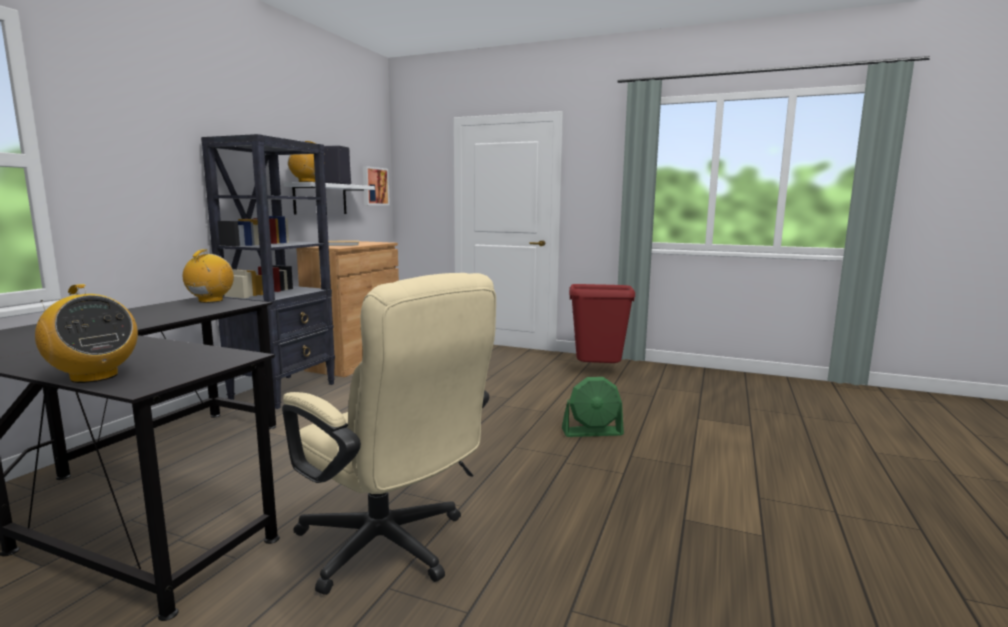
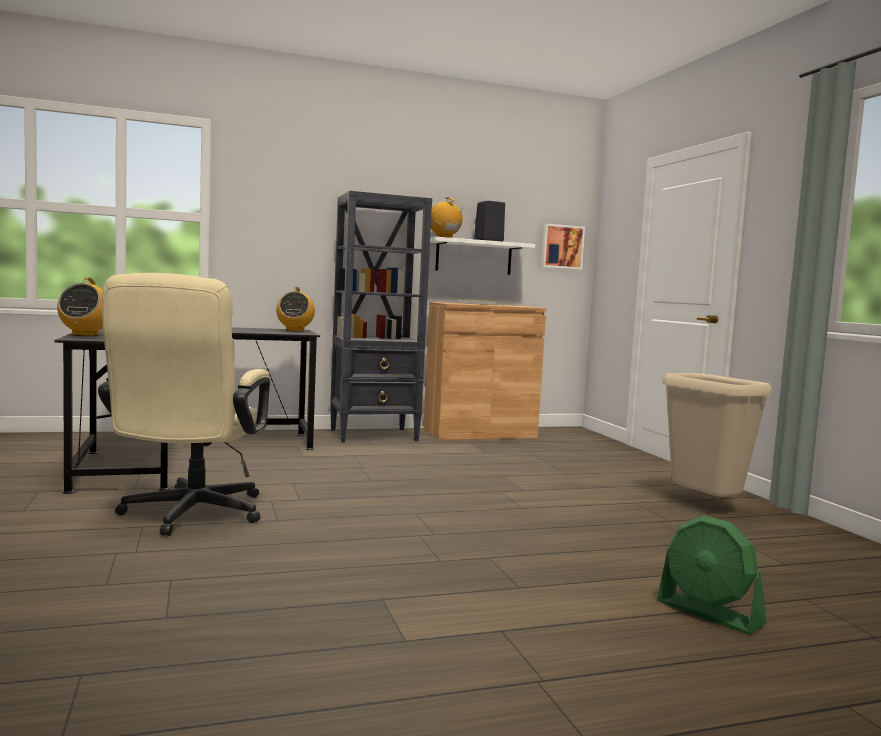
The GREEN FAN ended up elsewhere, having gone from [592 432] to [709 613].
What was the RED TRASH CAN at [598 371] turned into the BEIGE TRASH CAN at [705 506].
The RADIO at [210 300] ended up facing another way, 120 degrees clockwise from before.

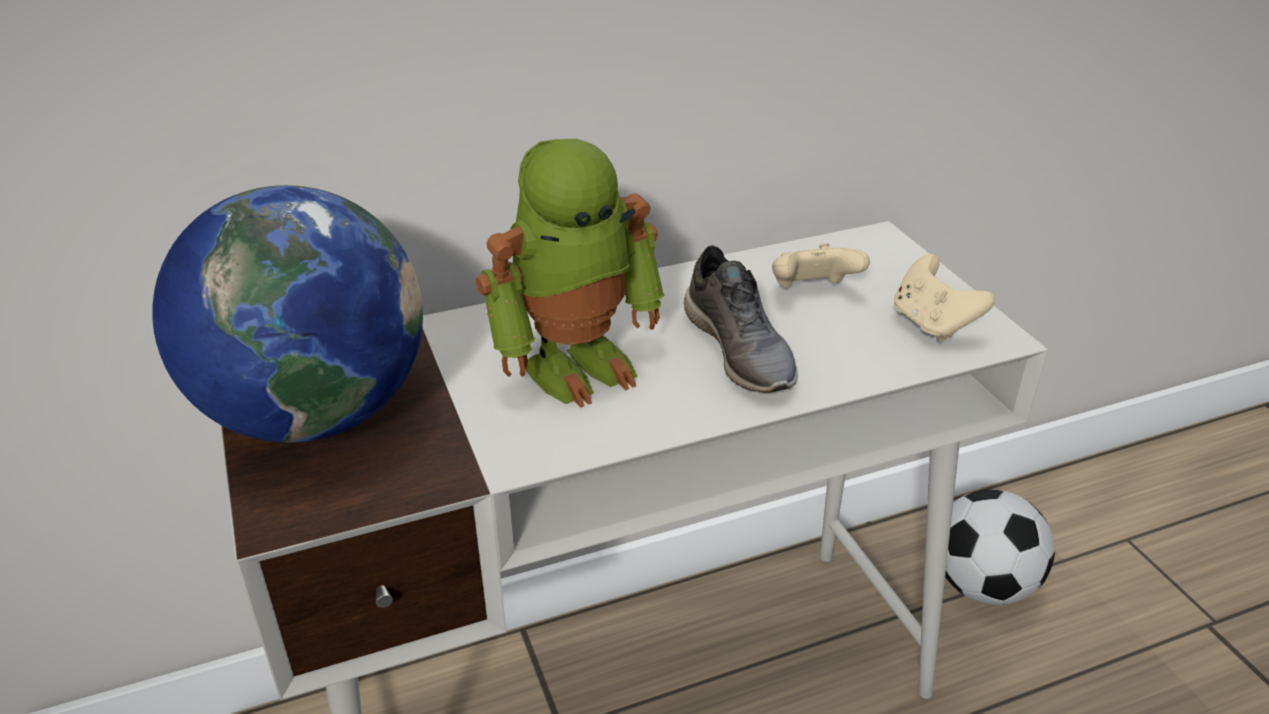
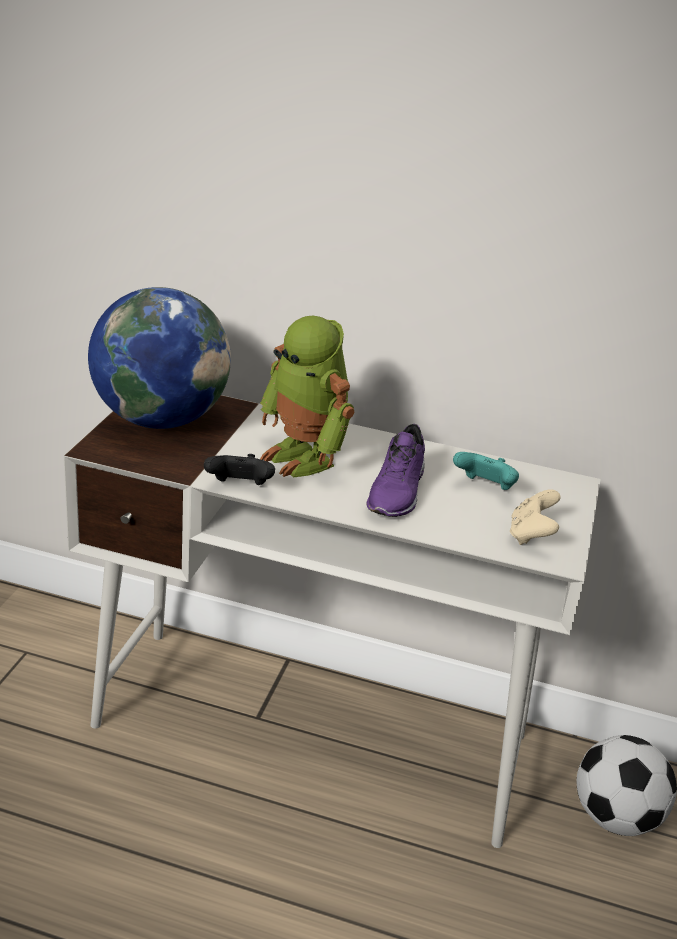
The second view gained the BLACK GAME CONTROLLER at [239 488].
What was the GREY SHOE at [741 349] turned into the PURPLE SHOE at [398 492].
What was the BEIGE GAME CONTROLLER at [812 292] turned into the TURQUOISE GAME CONTROLLER at [484 488].
The TOY ROBOT at [577 363] ended up facing another way, 45 degrees clockwise from before.

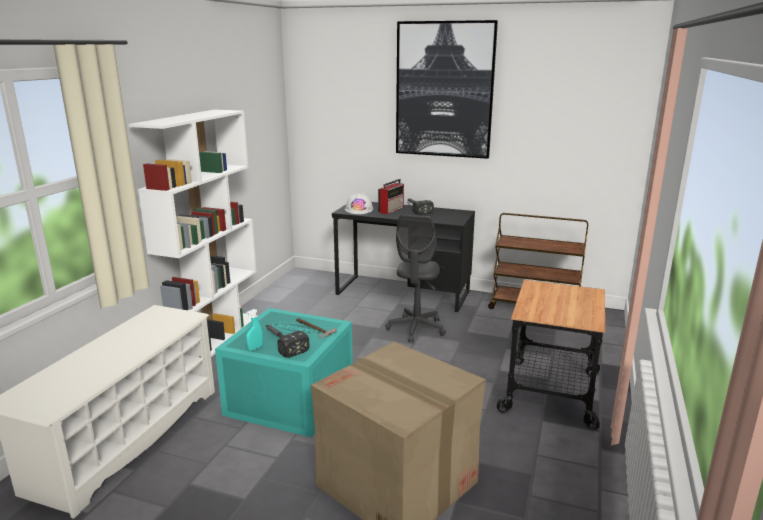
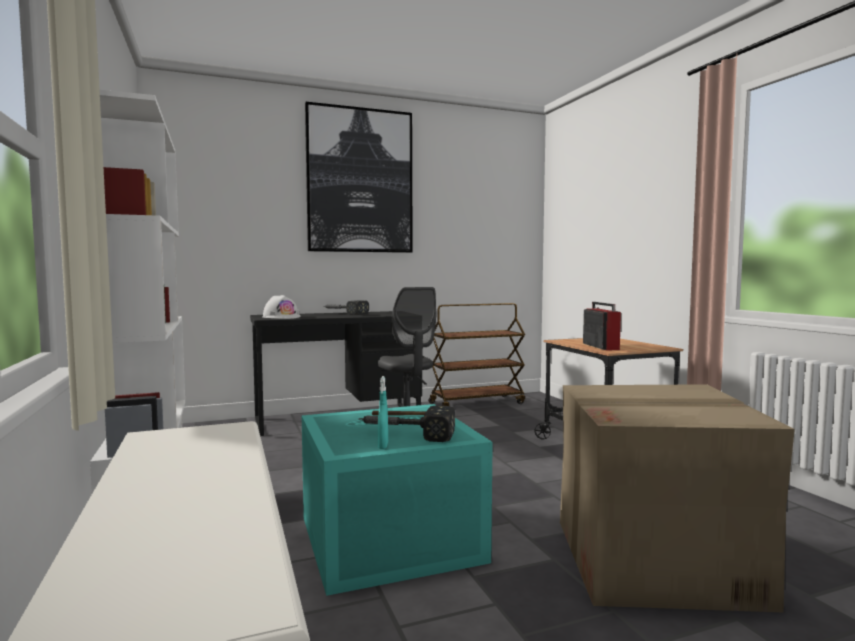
The RADIO ended up elsewhere, having gone from [391 209] to [600 346].

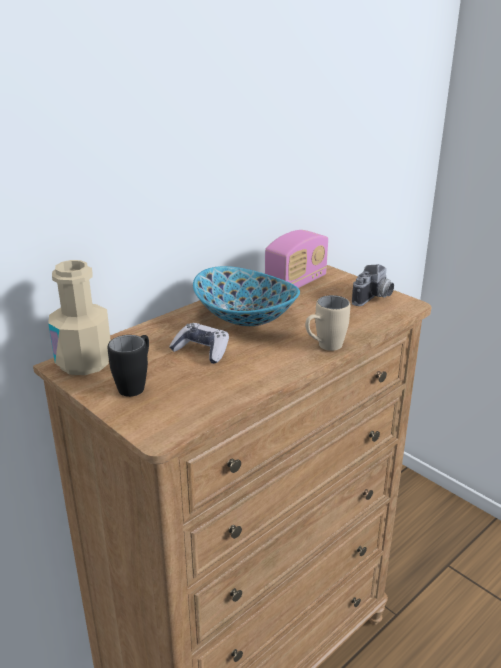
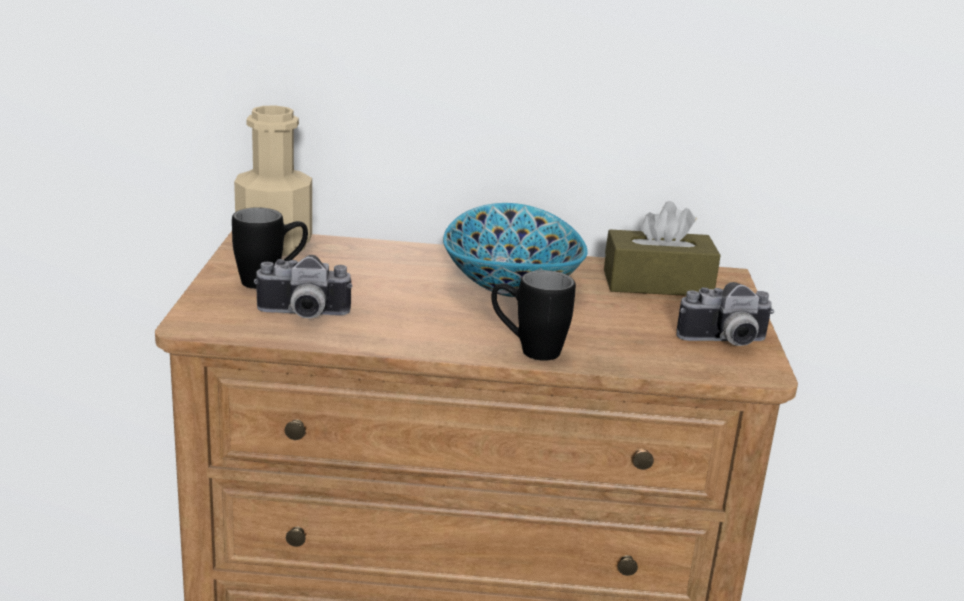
The second view lost the GAME CONTROLLER at [201 350].
The second view gained the PHOTO CAMERA at [302 315].
Where the RADIO stood at [296 283], the BROWN TISSUE BOX came to stand at [657 283].
What was the BEIGE MUG at [324 347] turned into the BLACK MUG at [527 350].

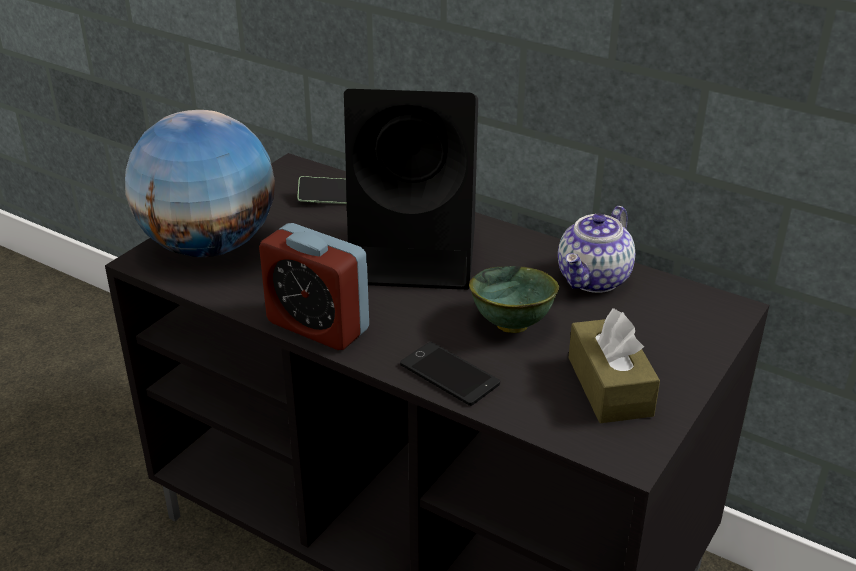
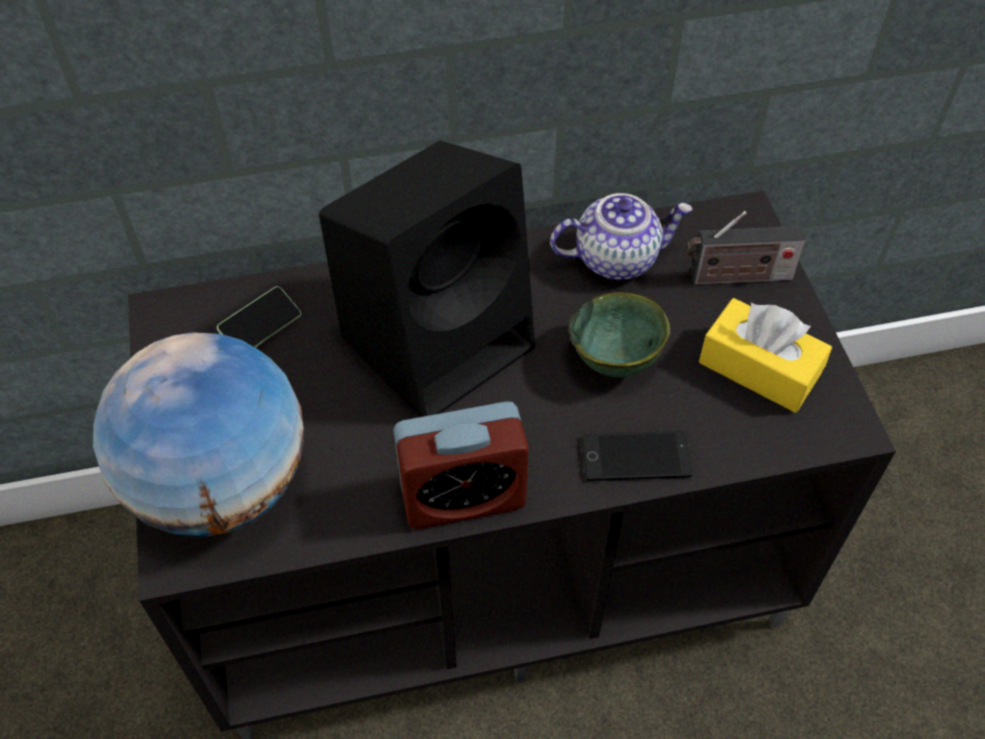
The second view gained the RADIO at [736 277].
What was the BROWN TISSUE BOX at [609 386] turned into the YELLOW TISSUE BOX at [759 368].
The TEAPOT at [594 279] ended up facing another way, 90 degrees counterclockwise from before.

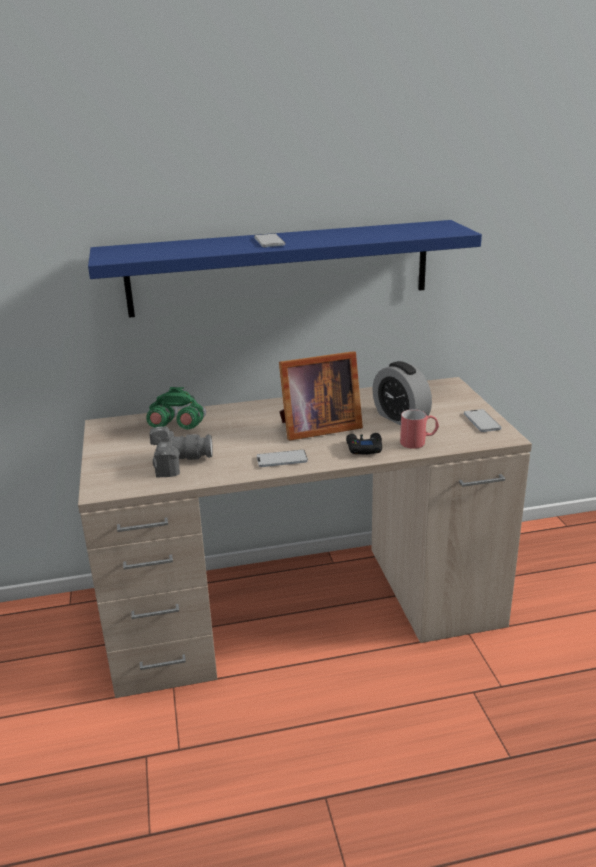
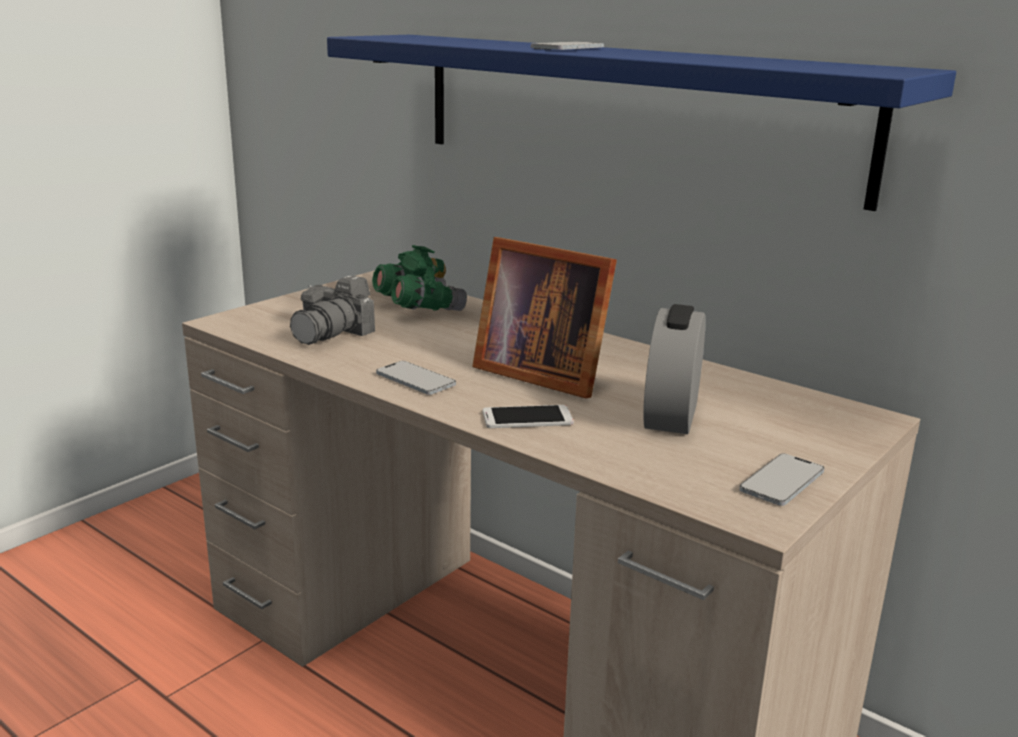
The second view lost the RED MUG at [419 442].
Where the BLACK GAME CONTROLLER stood at [364 448], the PHONE came to stand at [527 418].
The PHOTO CAMERA at [179 462] ended up facing another way, 75 degrees clockwise from before.

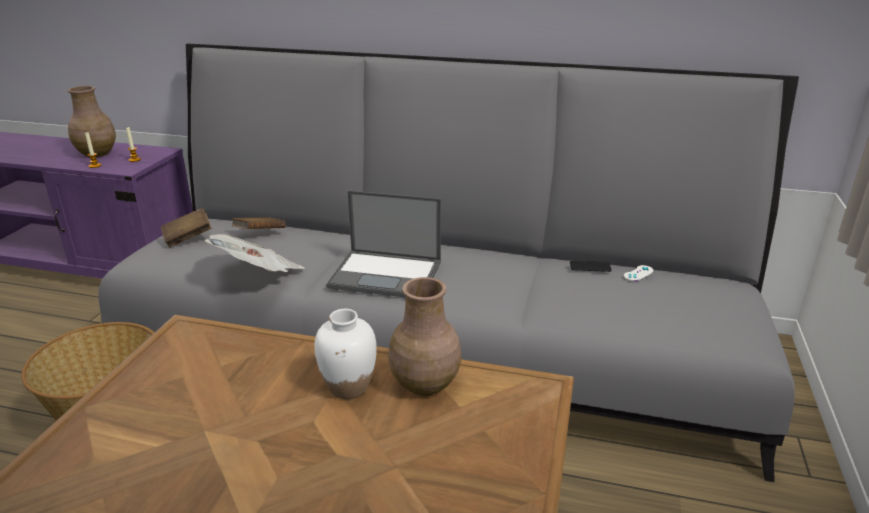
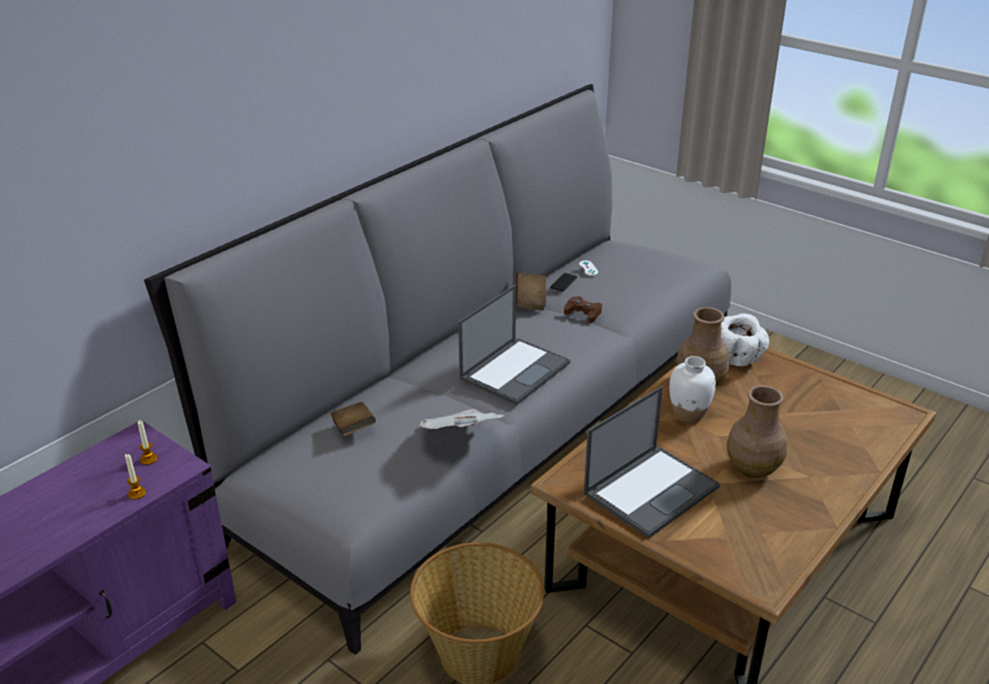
The second view gained the BROWN GAME CONTROLLER at [583 313].
The second view gained the LAPTOP at [652 489].
The second view gained the WHITE BOWL at [738 358].
The BROWN VASE ended up elsewhere, having gone from [98 153] to [752 468].
The BROWN BOOK ended up elsewhere, having gone from [188 238] to [530 301].

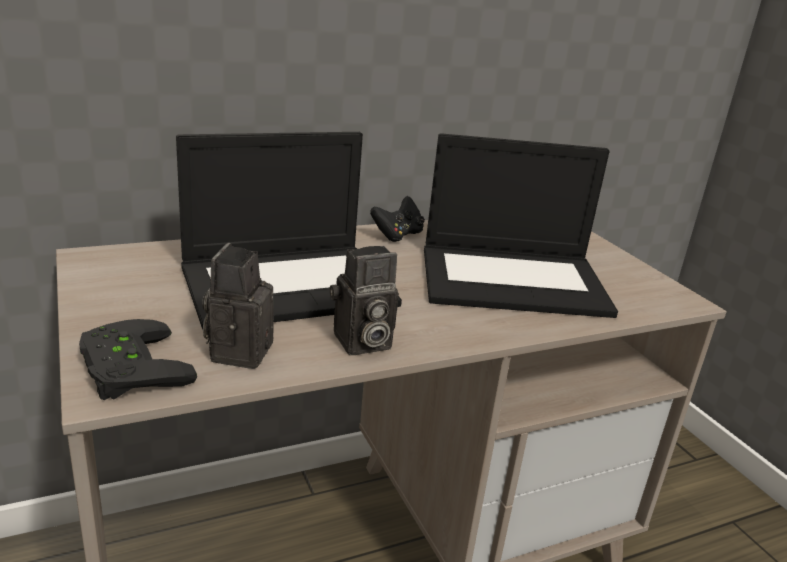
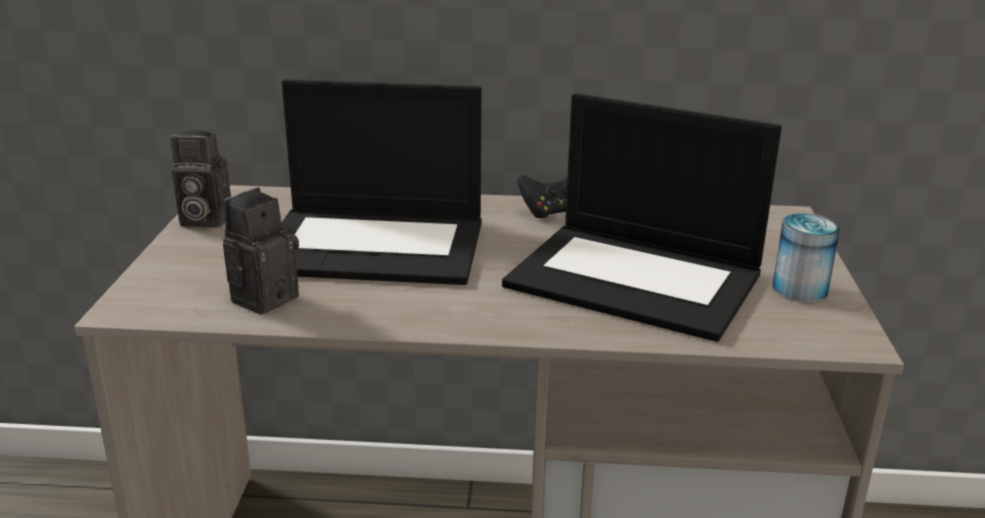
The second view lost the BLACK GAME CONTROLLER at [127 368].
The second view gained the CAN at [800 289].
The PHOTO CAMERA ended up elsewhere, having gone from [360 343] to [202 220].

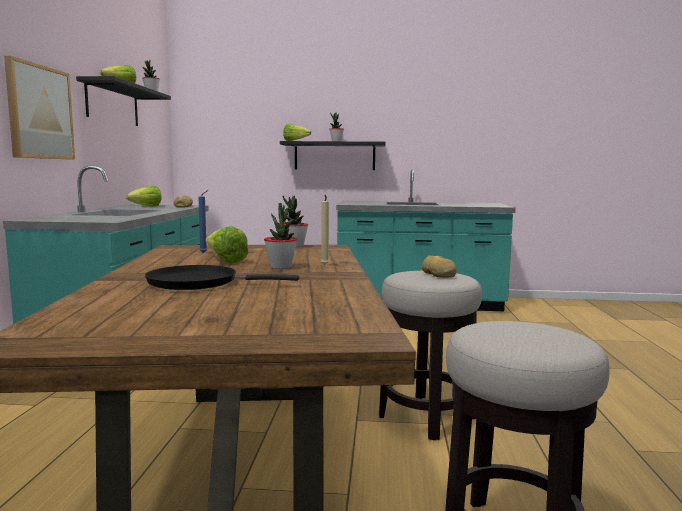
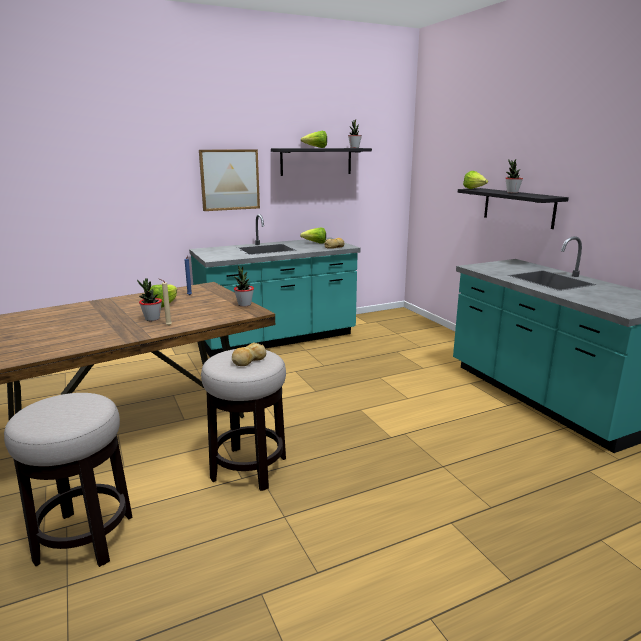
The second view lost the BLACK FRYING PAN at [199 283].

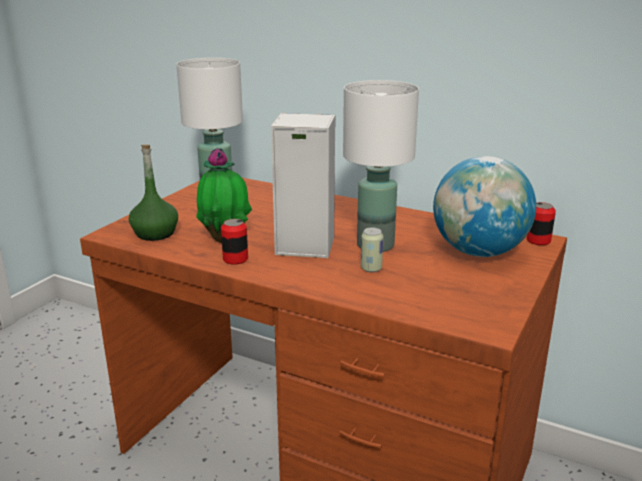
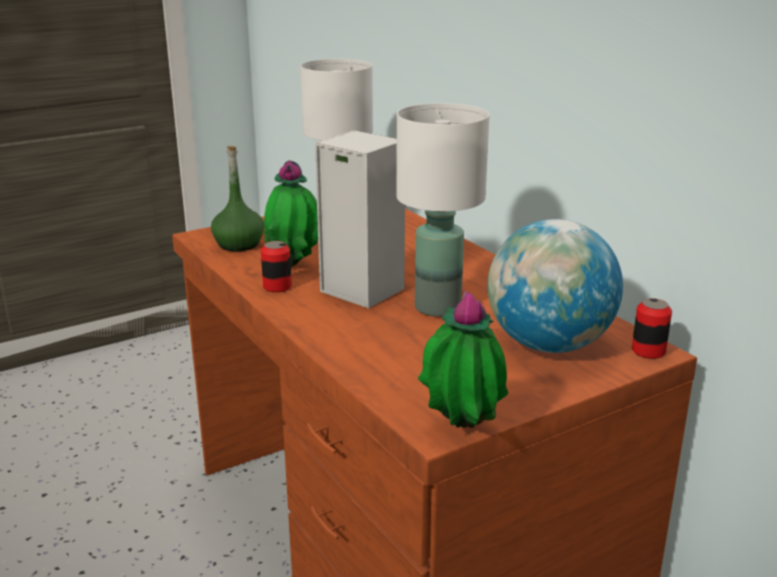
The second view lost the CAN at [371 268].
The second view gained the POTTED PLANT at [460 430].

